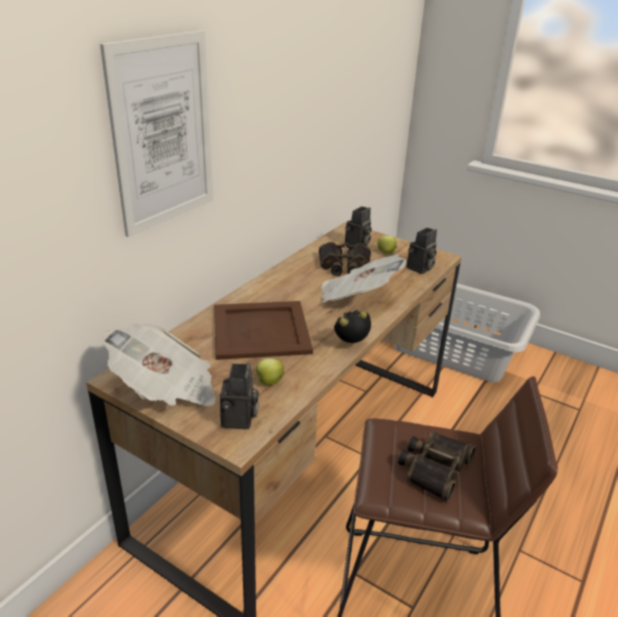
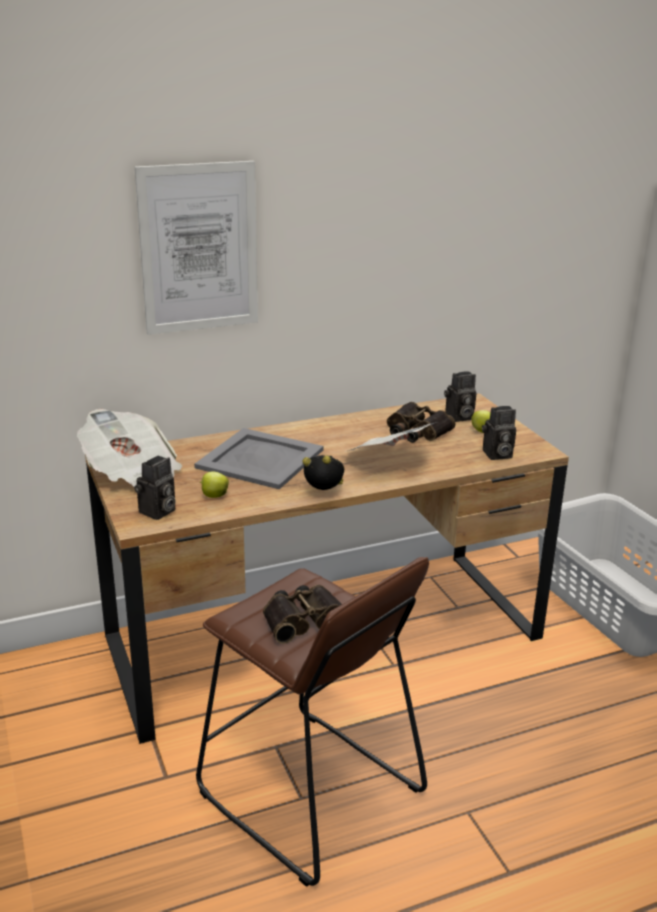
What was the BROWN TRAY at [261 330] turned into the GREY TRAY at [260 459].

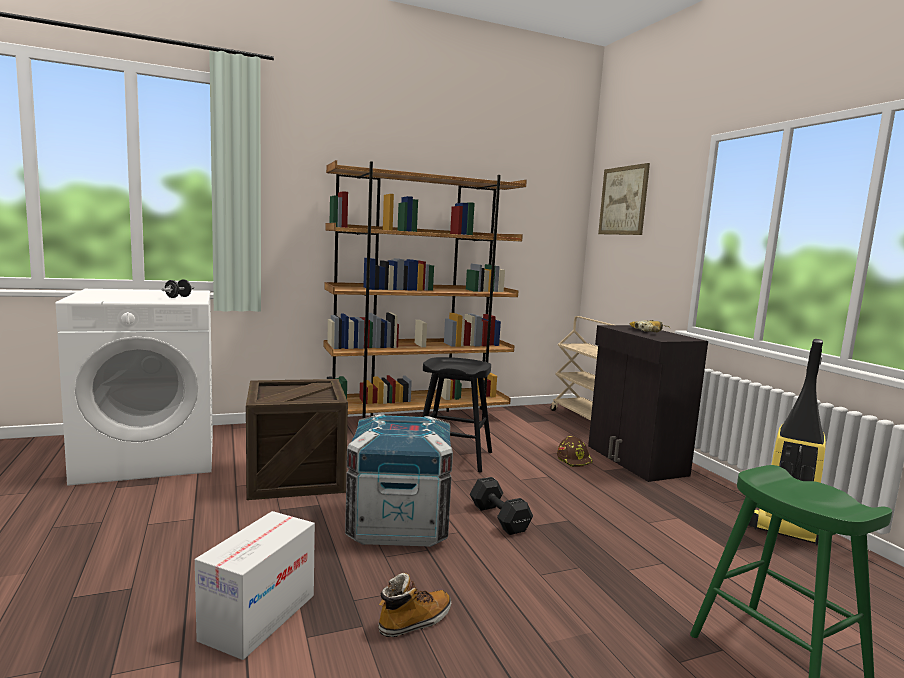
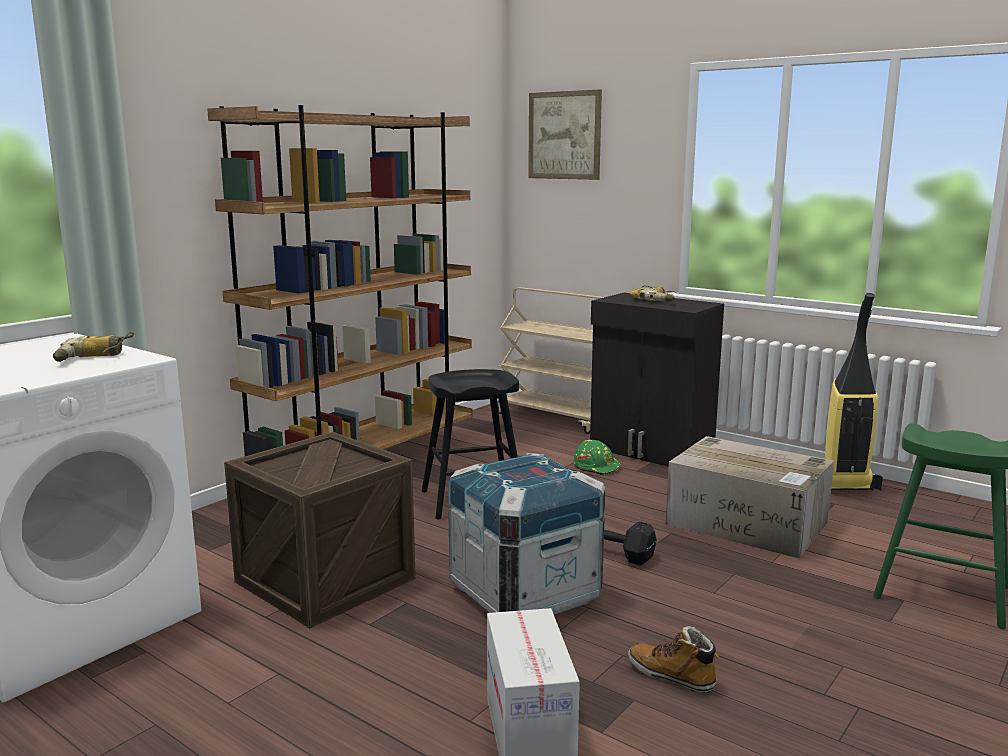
The second view gained the CARDBOARD BOX at [749 523].
Where the BLACK DUMBBELL stood at [178 297], the POWER DRILL came to stand at [94 356].
What was the BROWN HARD HAT at [574 460] turned into the GREEN HARD HAT at [596 467].
The BOOT at [415 621] ended up facing another way, 75 degrees counterclockwise from before.

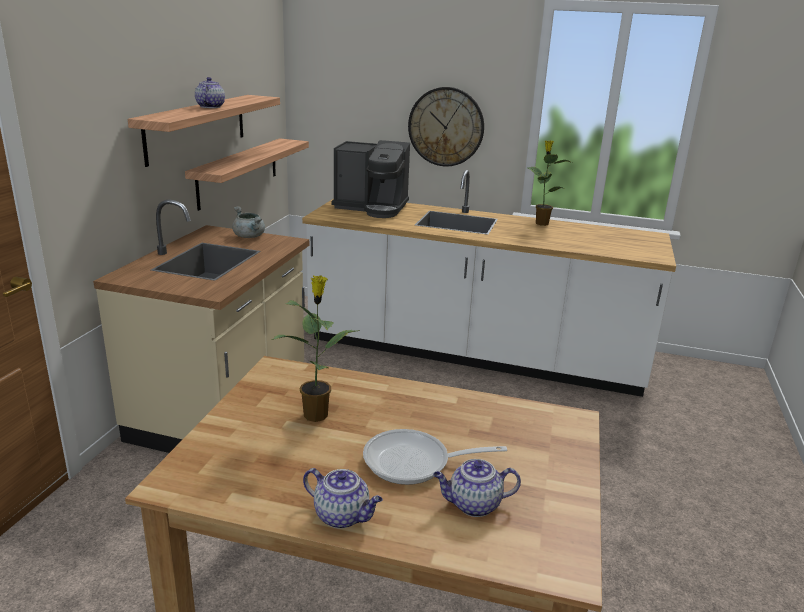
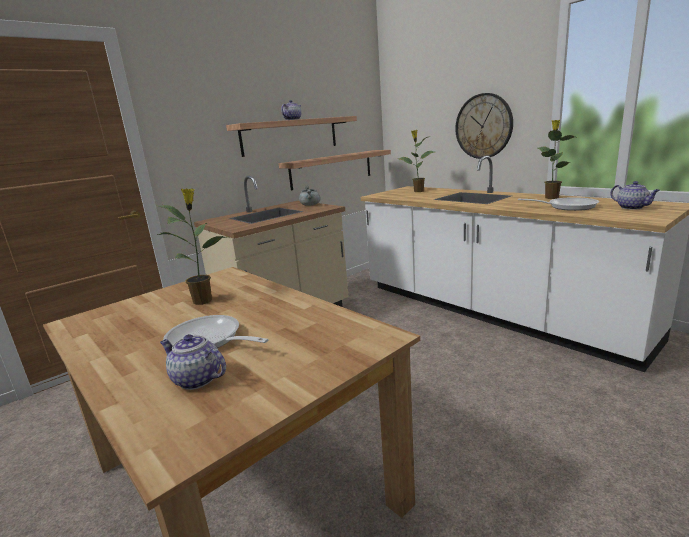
The second view gained the FRYING PAN at [567 207].
The TEAPOT ended up elsewhere, having gone from [343 516] to [632 207].
Where the COFFEE MACHINE stood at [372 208], the POTTED PLANT came to stand at [418 191].

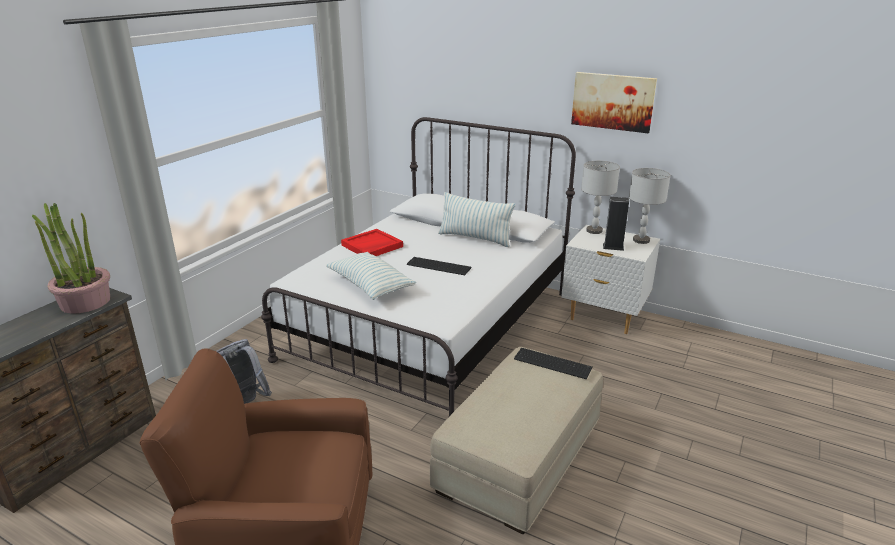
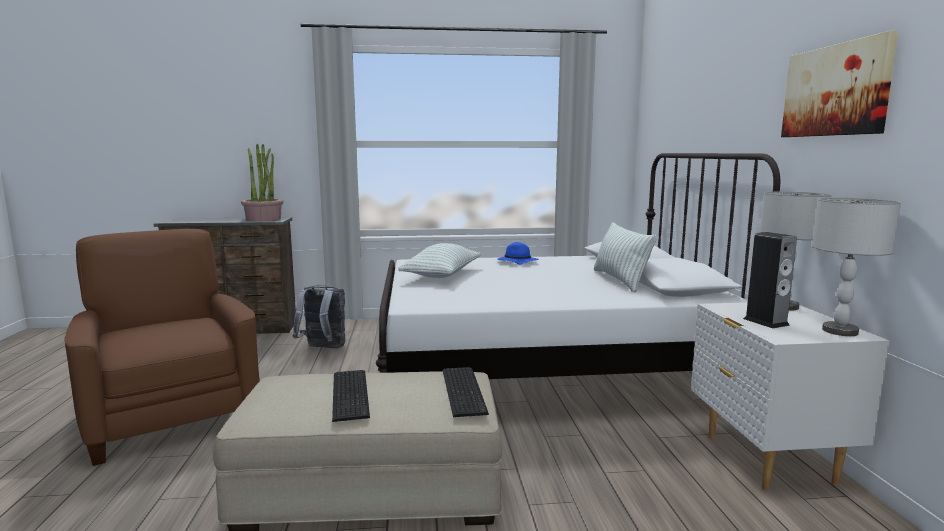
The KEYBOARD ended up elsewhere, having gone from [438 265] to [352 393].
Where the RED TRAY stood at [372 246], the BLUE HAT came to stand at [516 262].

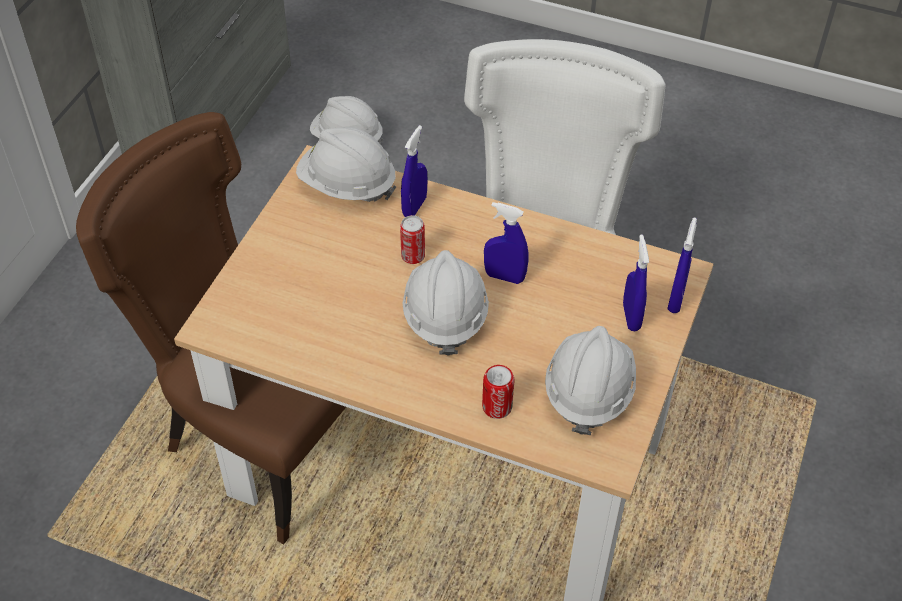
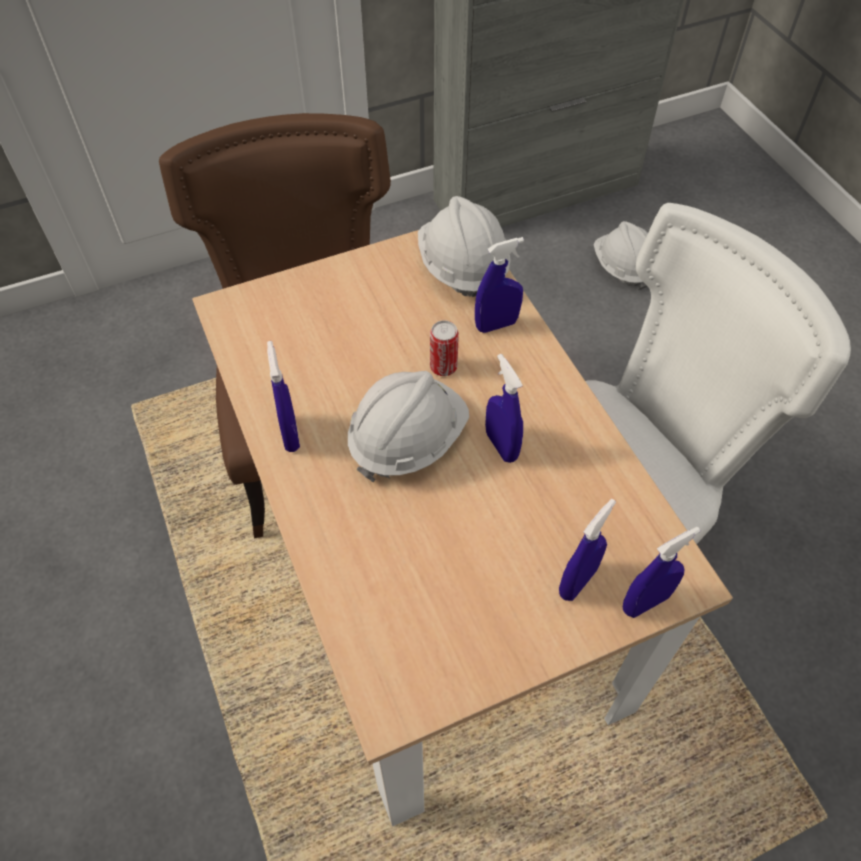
The second view lost the CAN at [497 407].
The second view lost the WHITE HARD HAT at [588 391].
The second view gained the BLUE SPRAY BOTTLE at [290 434].

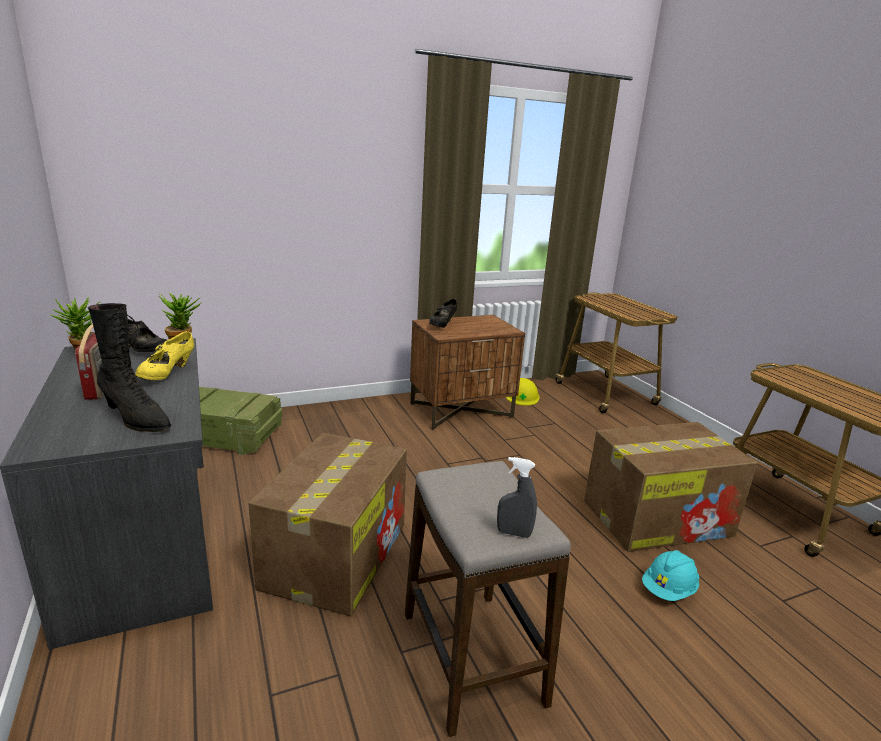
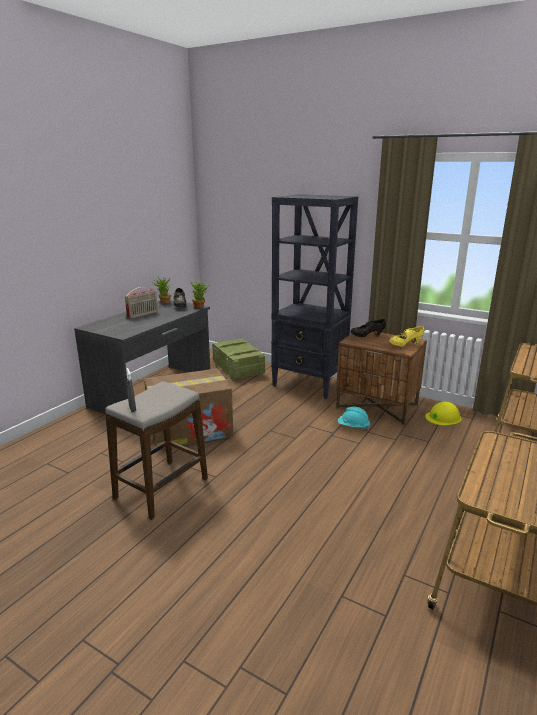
The second view lost the BLACK BOOT at [136 419].
The second view lost the CARDBOARD BOX at [658 517].
The second view gained the BLACK BOOKCASE at [310 384].
The YELLOW SHOE ended up elsewhere, having gone from [167 374] to [405 345].
The TURQUOISE HARD HAT ended up elsewhere, having gone from [668 590] to [353 427].

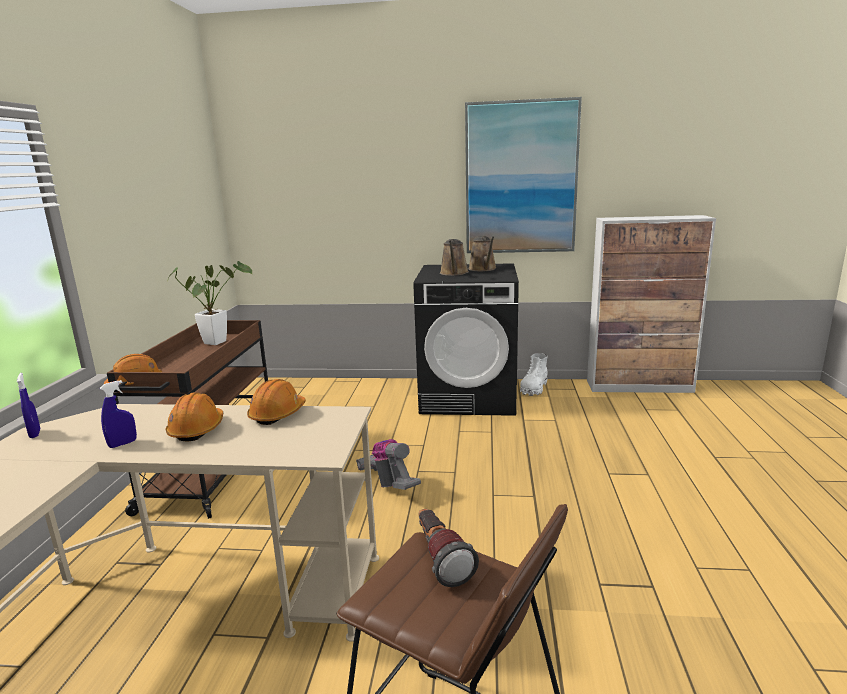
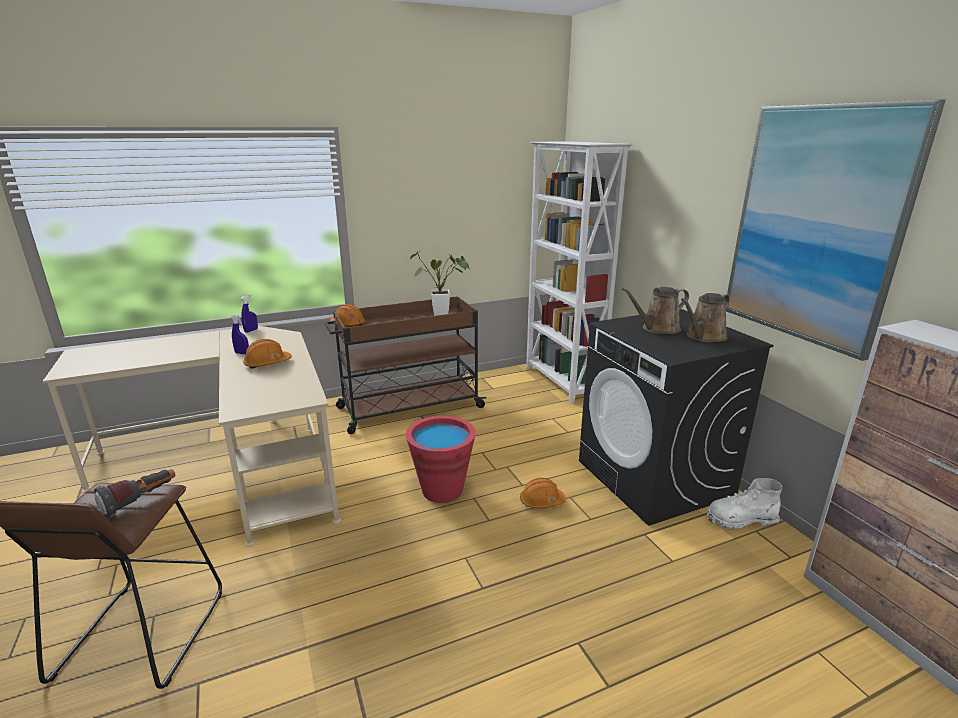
The second view gained the WHITE BOOKCASE at [562 382].
The ORANGE HARD HAT ended up elsewhere, having gone from [277 414] to [541 501].
Where the VACUUM CLEANER stood at [389 483], the RED BUCKET came to stand at [442 490].

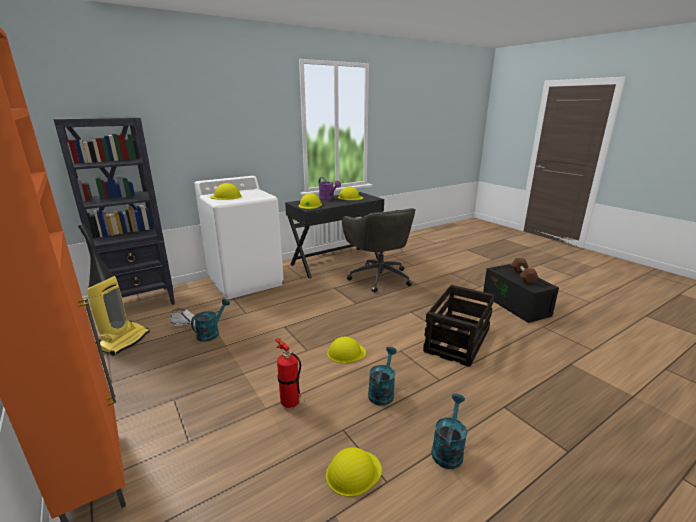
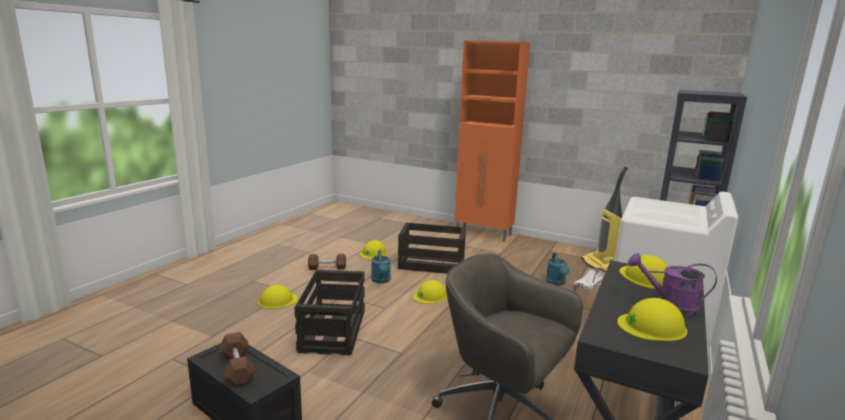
The YELLOW HARD HAT ended up elsewhere, having gone from [226 196] to [278 300].
Where the FIRE EXTINGUISHER stood at [292 404], the CRATE came to stand at [432 264].
Where the TURQUOISE WATERING CAN stood at [448 449], the BROWN DUMBBELL came to stand at [327 268].

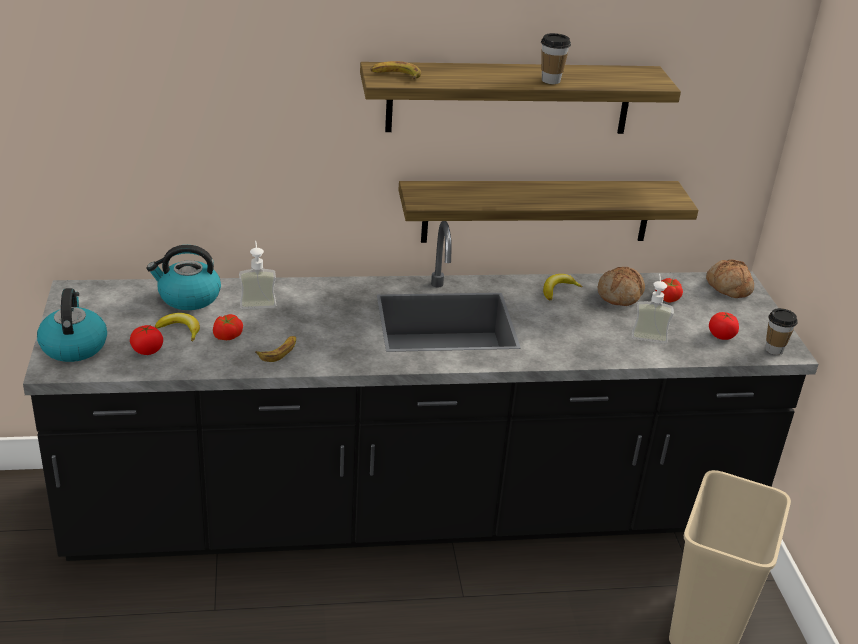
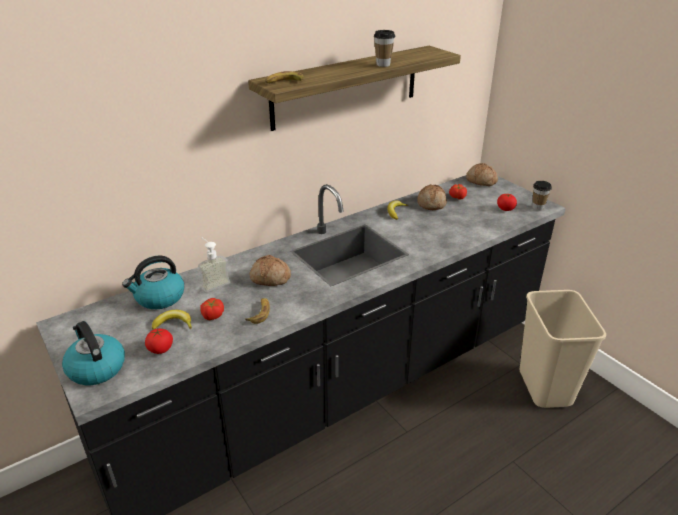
The second view lost the SHELF at [537 211].
The second view lost the SOAP DISPENSER at [649 334].
The second view gained the BREAD at [270 278].

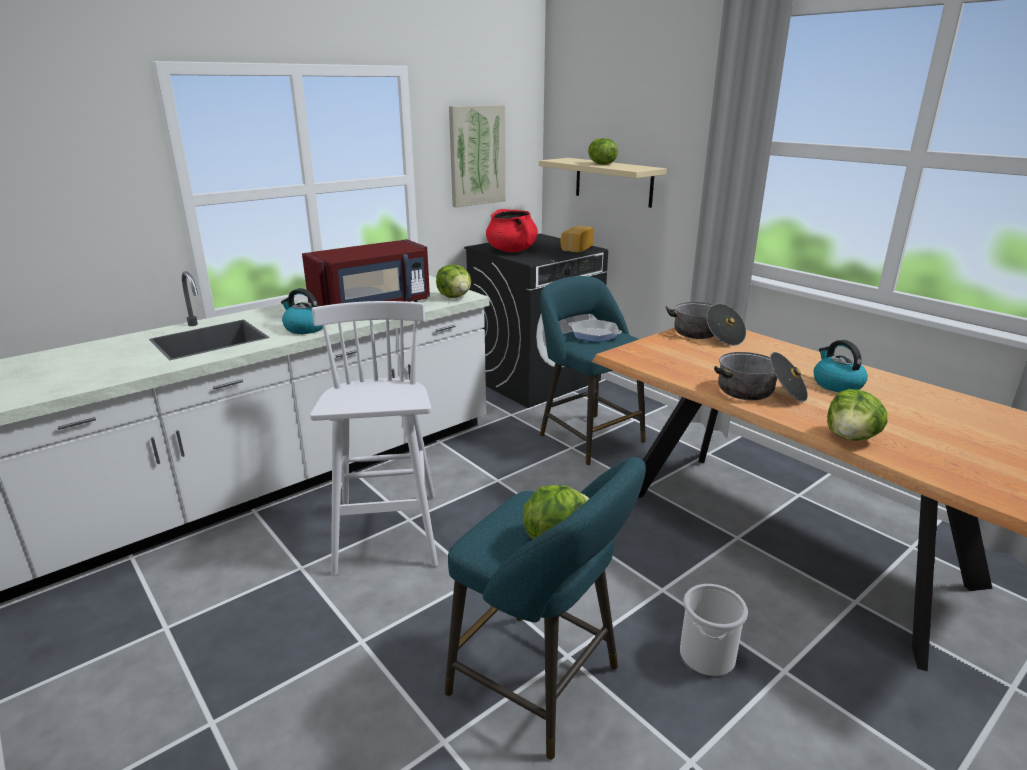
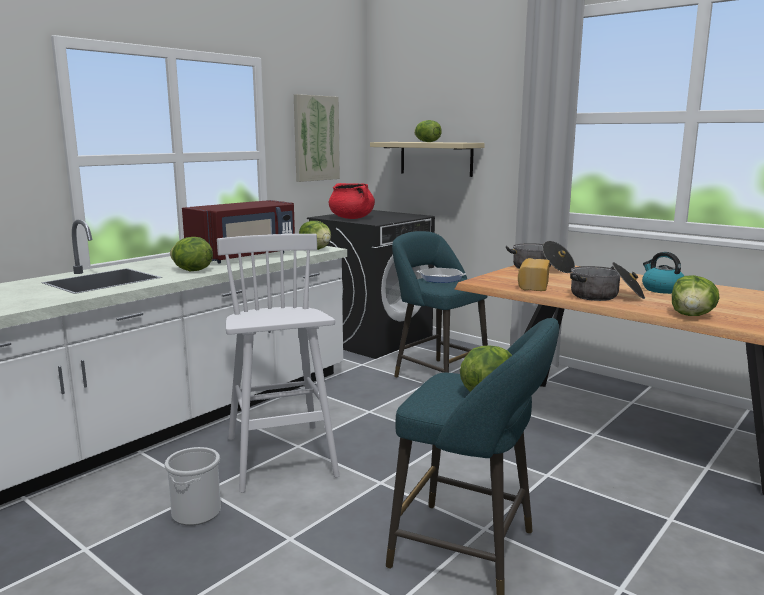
The BREAD ended up elsewhere, having gone from [576 248] to [532 286].
The BUCKET ended up elsewhere, having gone from [706 655] to [196 512].
Where the KETTLE stood at [305 328], the LETTUCE came to stand at [192 271].

